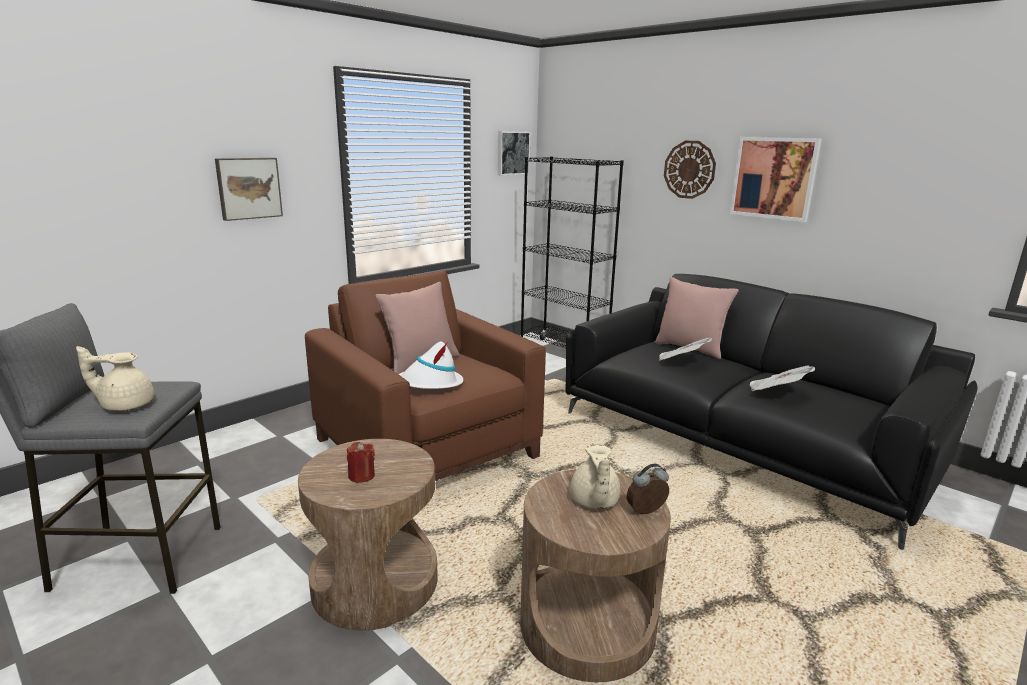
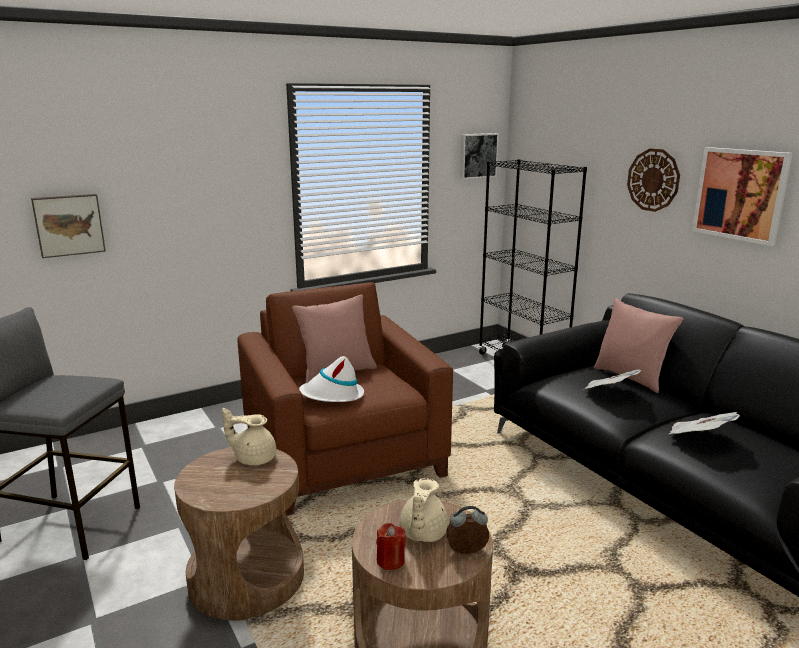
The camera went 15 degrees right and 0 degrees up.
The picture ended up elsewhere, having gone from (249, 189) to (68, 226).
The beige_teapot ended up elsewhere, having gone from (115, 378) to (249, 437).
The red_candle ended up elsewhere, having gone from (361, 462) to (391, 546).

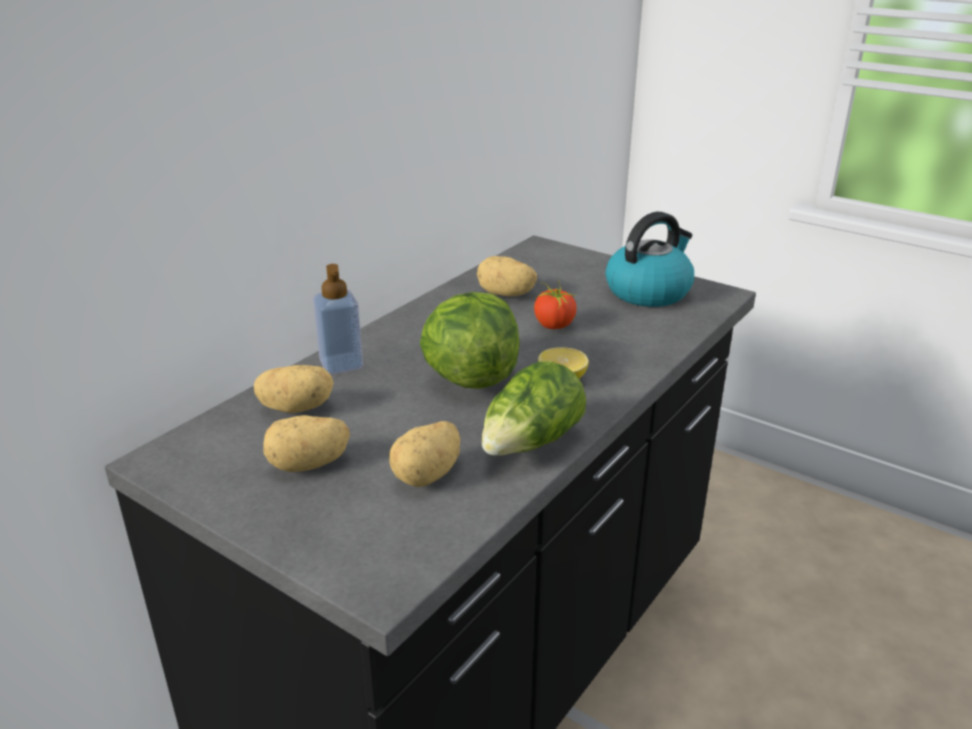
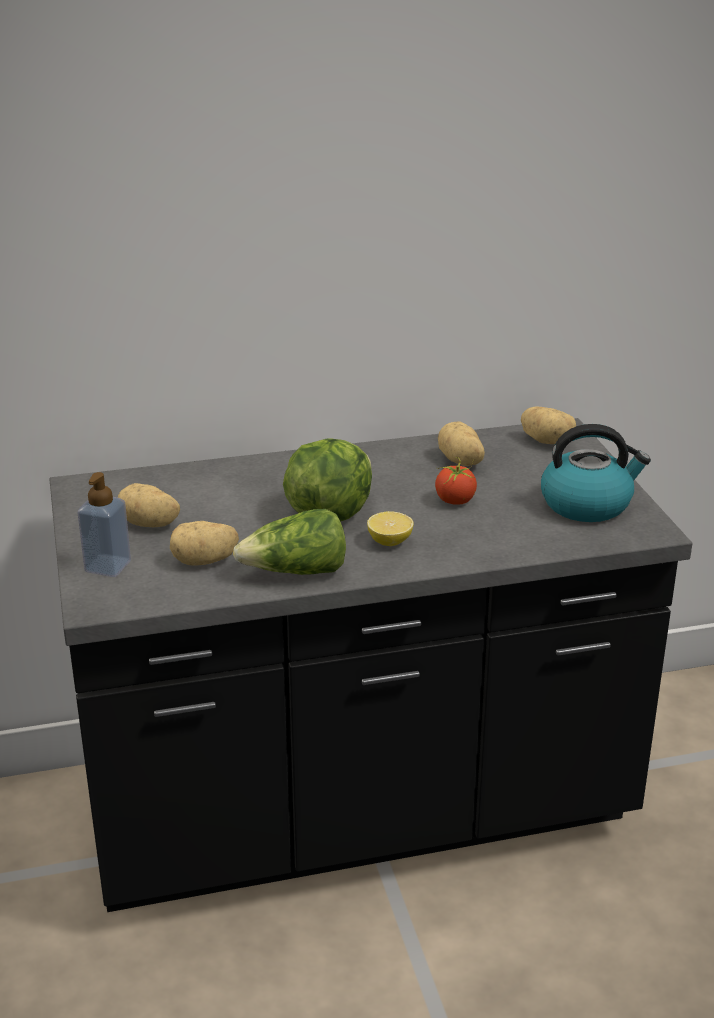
The camera went 40 degrees right and 0 degrees up.
The soap_dispenser ended up elsewhere, having gone from (338, 319) to (104, 524).
The potato ended up elsewhere, having gone from (294, 389) to (548, 425).

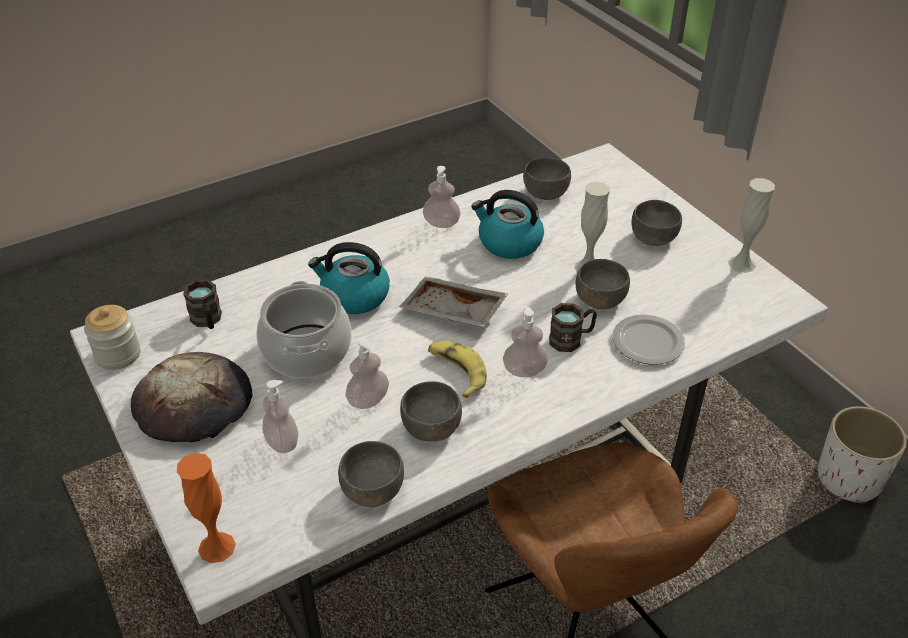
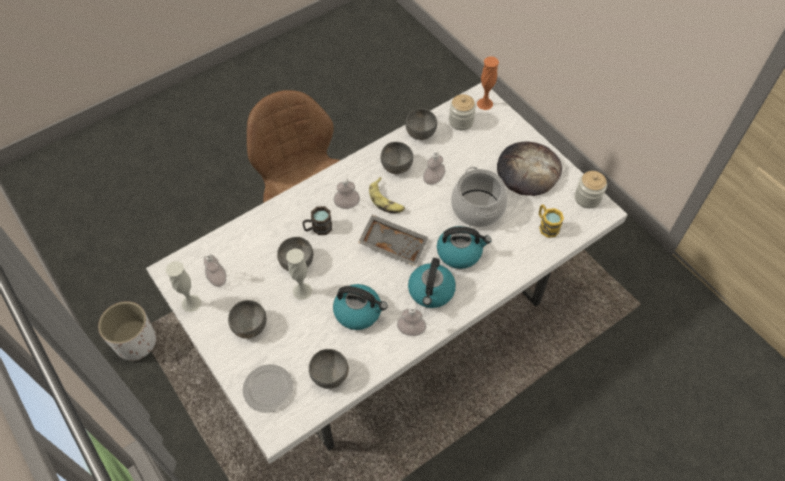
The camera went 175 degrees right and 15 degrees up.
The soap_dispenser ended up elsewhere, having gone from (280, 416) to (214, 269).
The plate ended up elsewhere, having gone from (648, 340) to (268, 388).
The second view gained the kettle at (432, 283).
The second view gained the jar at (462, 112).
What was the brown_mug at (202, 304) turned into the yellow_mug at (551, 221).

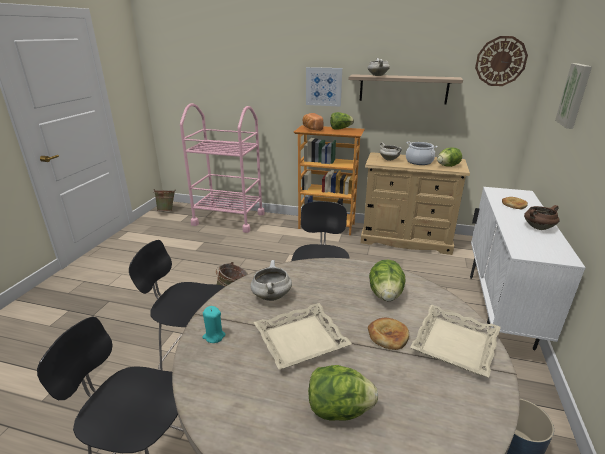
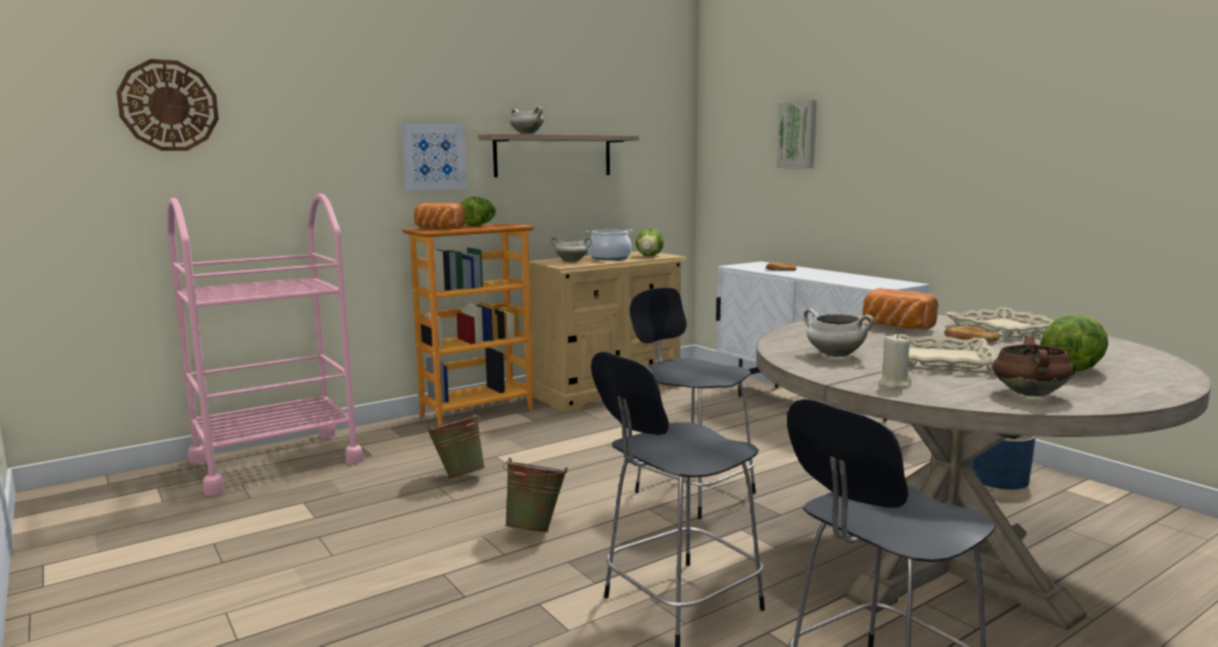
The camera went 50 degrees left and 15 degrees down.
The wall_clock ended up elsewhere, having gone from (501, 61) to (167, 105).
The green_bucket ended up elsewhere, having gone from (164, 200) to (456, 446).
Where the lettuce stood at (387, 280), the bread came to stand at (900, 308).
What was the turquoise_candle at (214, 324) turned into the beige_candle at (895, 361).
The brown_cooking_pot ended up elsewhere, having gone from (542, 217) to (1033, 366).

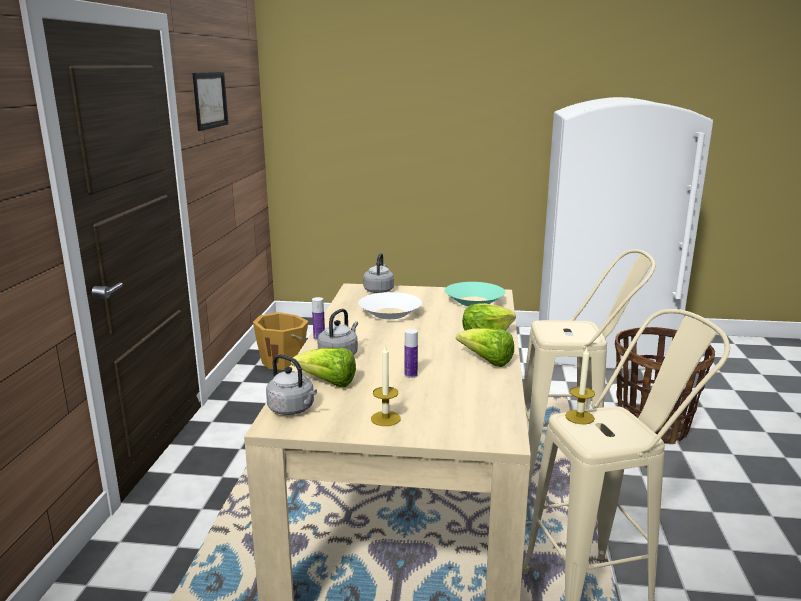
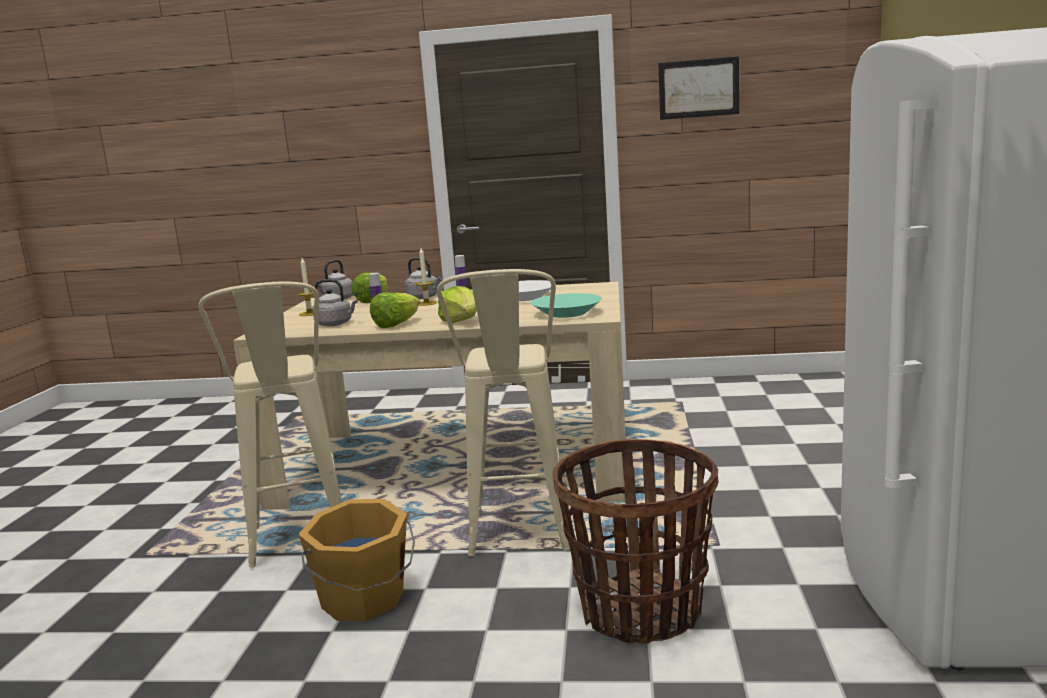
The camera went 90 degrees right and 5 degrees down.
The orange_bucket ended up elsewhere, having gone from (280, 341) to (356, 560).
The grey_kettle ended up elsewhere, having gone from (378, 273) to (335, 302).
The candle ended up elsewhere, having gone from (580, 386) to (426, 277).

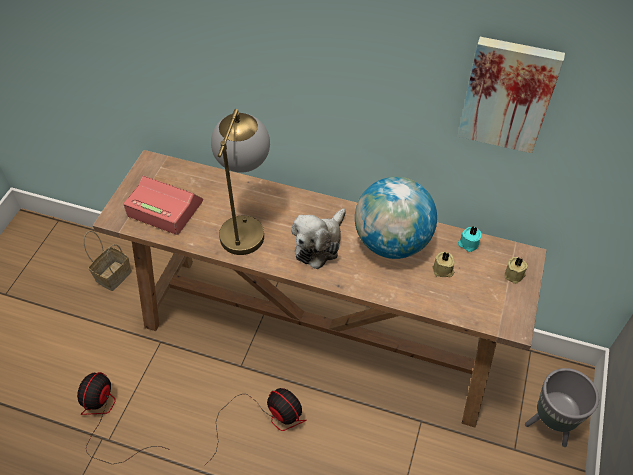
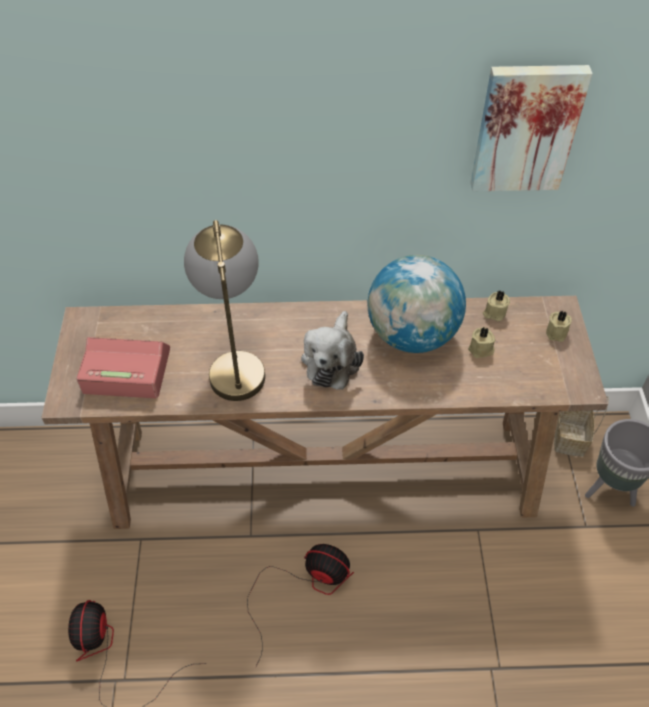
The camera went 20 degrees left and 0 degrees up.
What was the turquoise_candle at (470, 239) turned into the beige_candle at (496, 305).
The basket ended up elsewhere, having gone from (108, 261) to (581, 426).

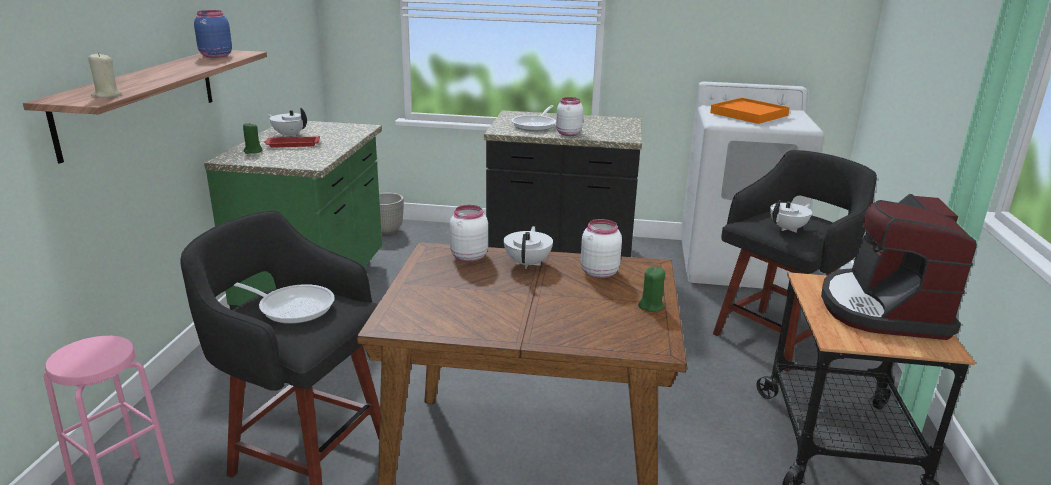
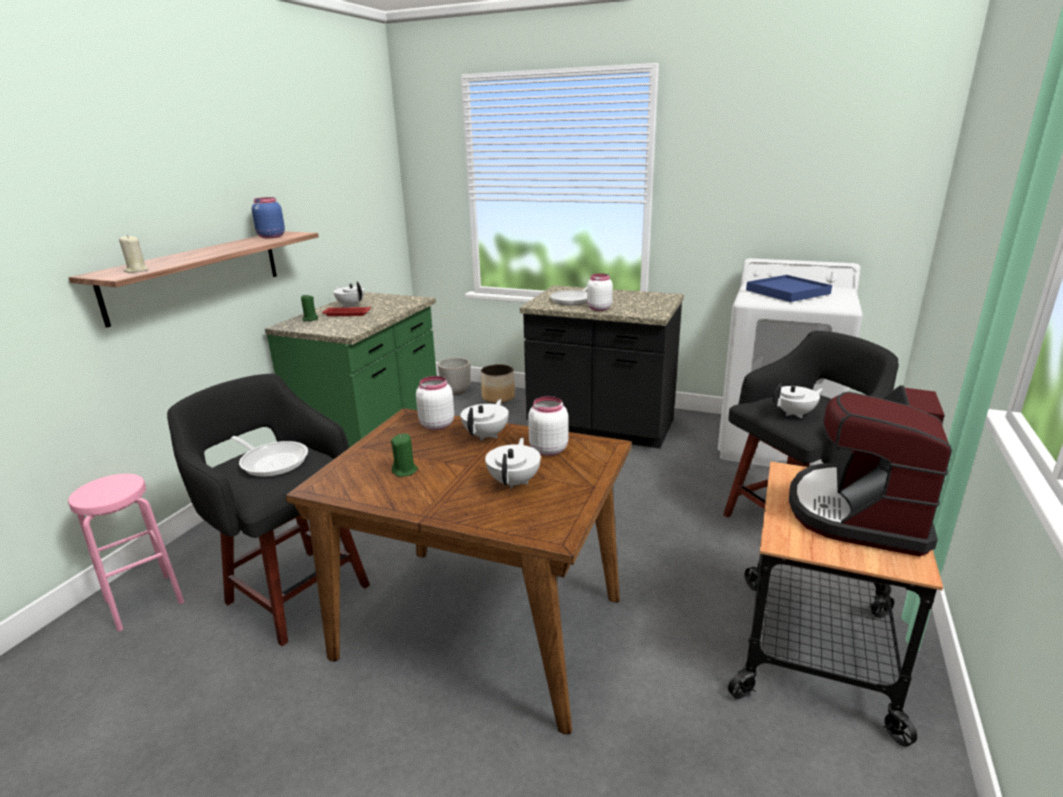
The camera went 15 degrees right and 0 degrees up.
The green_candle ended up elsewhere, having gone from (651, 289) to (404, 455).
The second view gained the planter at (498, 383).
The second view gained the white_teapot at (513, 463).
What was the orange_tray at (750, 111) turned into the blue_tray at (789, 288).

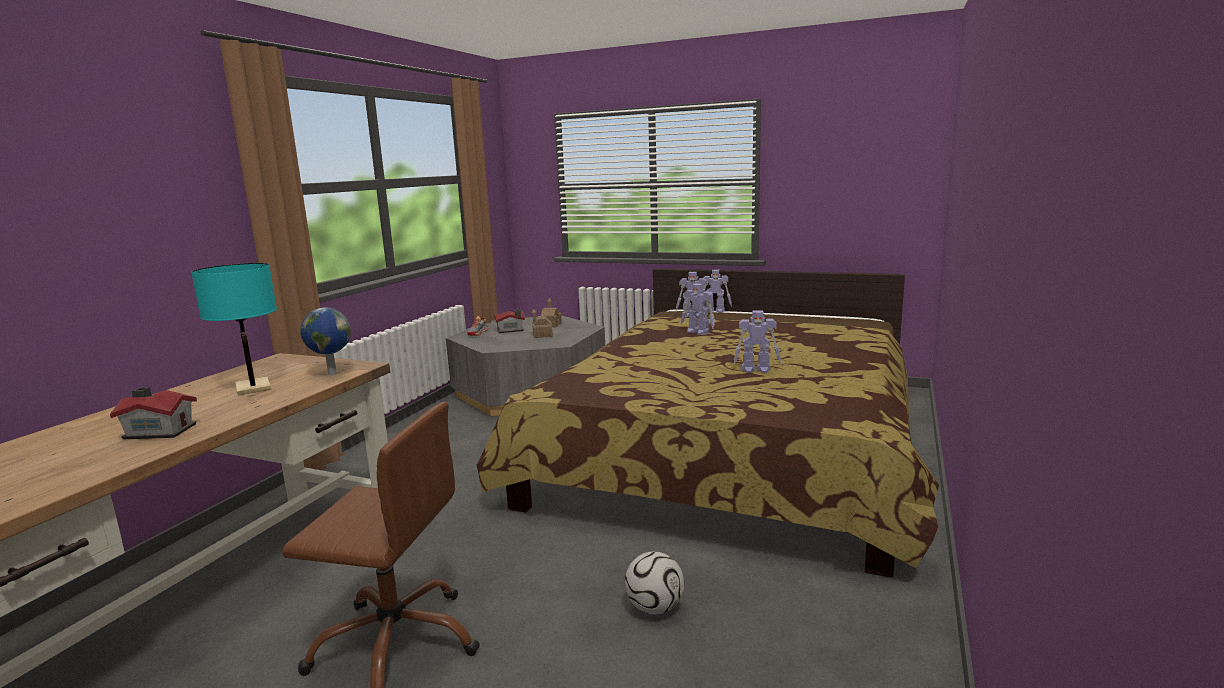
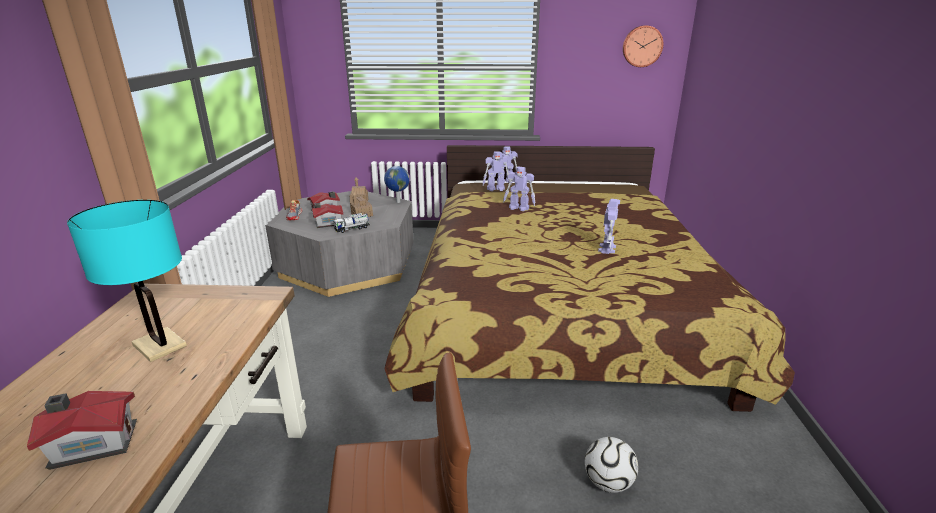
The camera went 20 degrees left and 10 degrees up.
The second view gained the toy_house at (327, 215).
The second view gained the toy_truck at (351, 223).
The globe ended up elsewhere, having gone from (326, 341) to (397, 184).
The toy_robot at (757, 341) ended up facing another way, 60 degrees counterclockwise from before.
The second view gained the wall_clock at (643, 46).

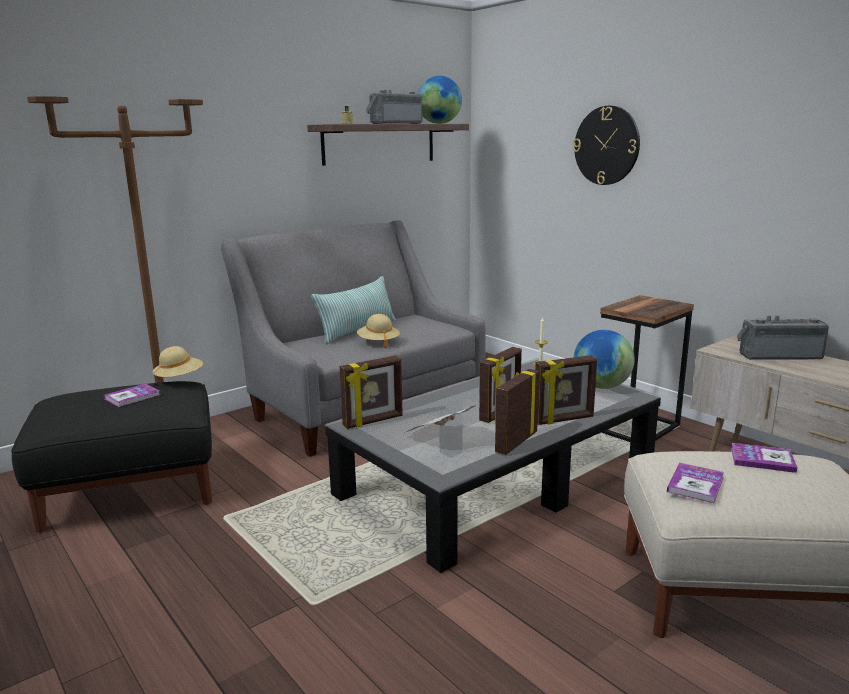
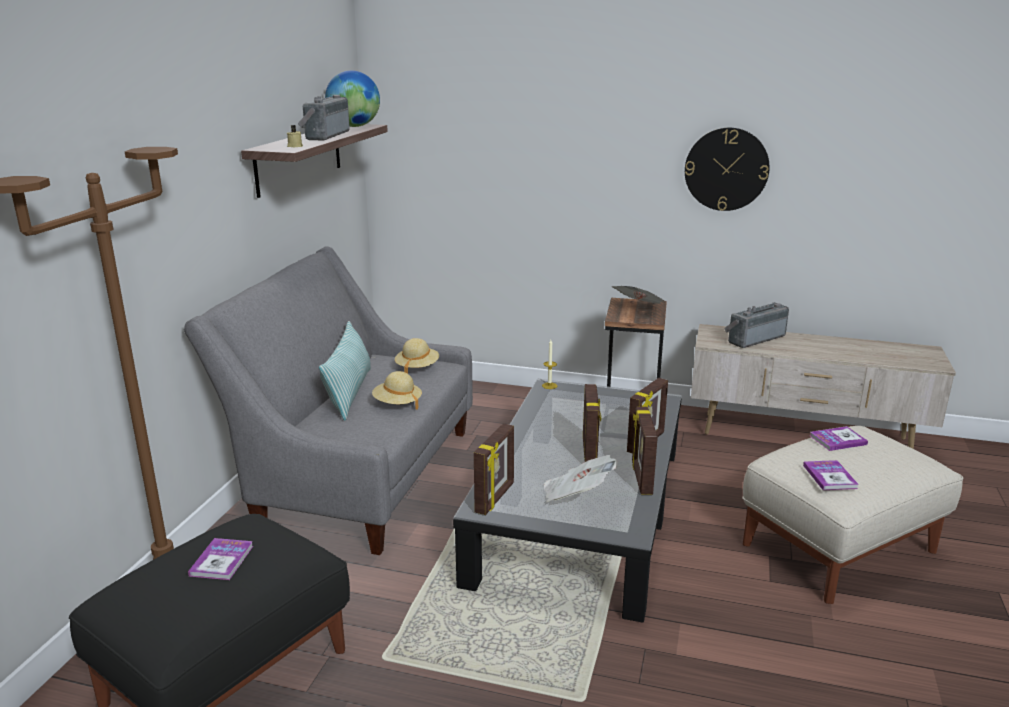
The camera went 35 degrees left and 5 degrees up.
The beige_hat ended up elsewhere, having gone from (178, 363) to (417, 356).
The second view gained the newspaper at (638, 295).
The wall_clock ended up elsewhere, having gone from (606, 145) to (727, 169).
The second view lost the globe at (604, 359).

